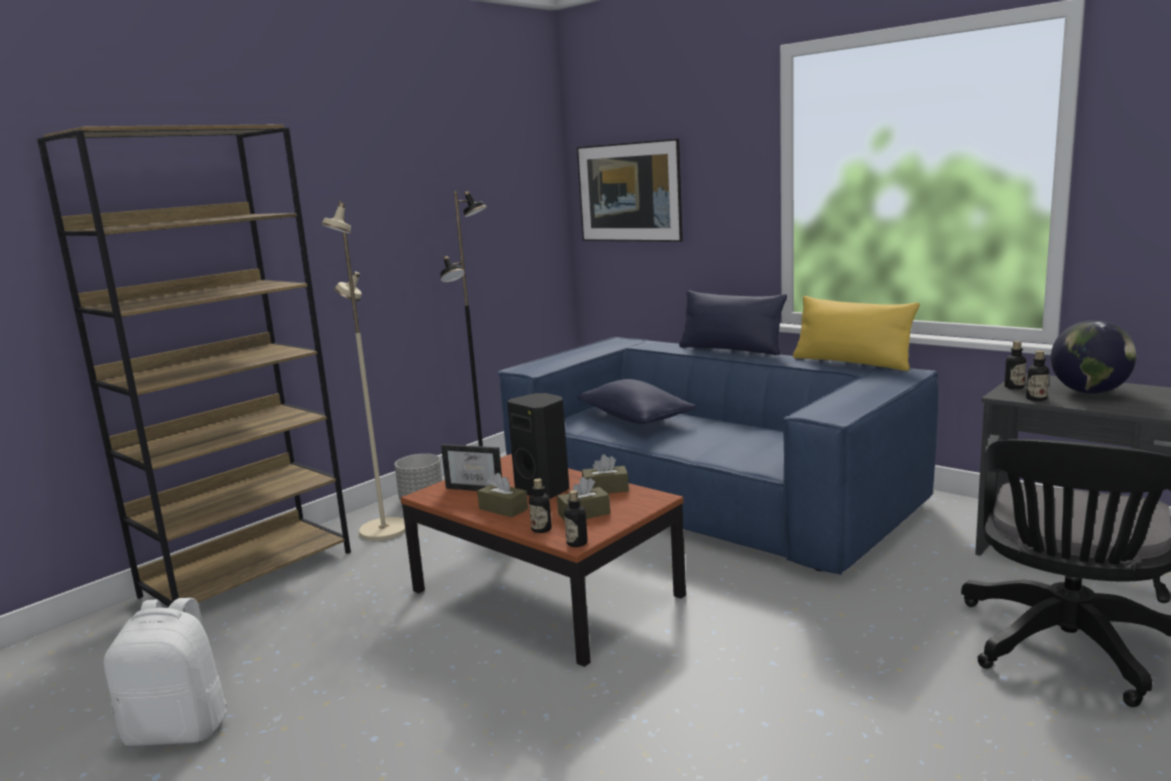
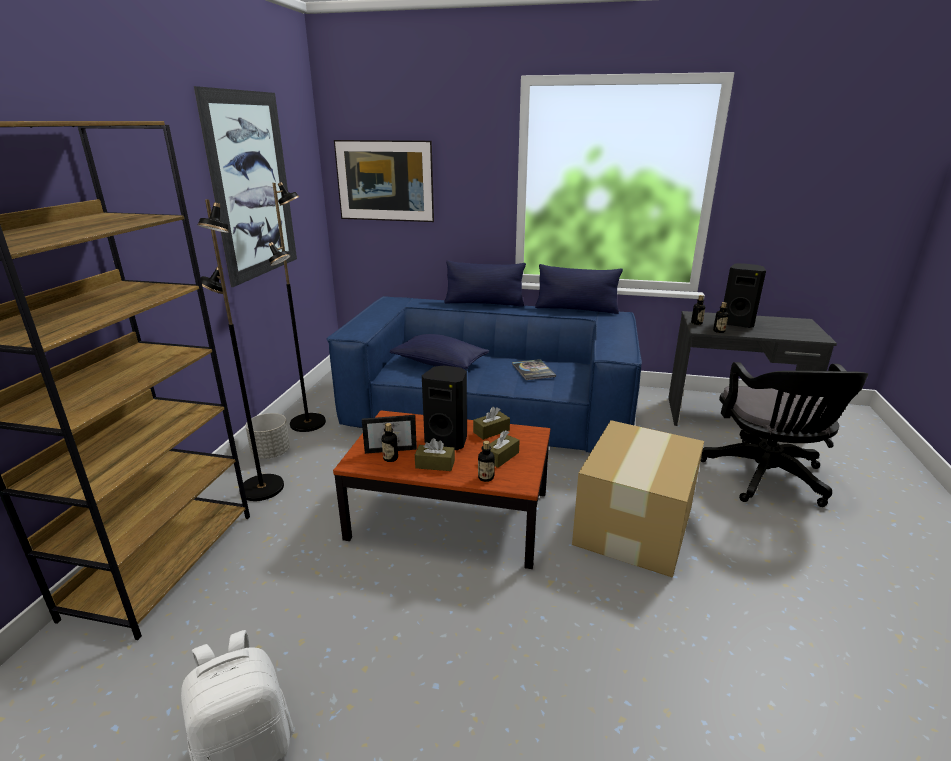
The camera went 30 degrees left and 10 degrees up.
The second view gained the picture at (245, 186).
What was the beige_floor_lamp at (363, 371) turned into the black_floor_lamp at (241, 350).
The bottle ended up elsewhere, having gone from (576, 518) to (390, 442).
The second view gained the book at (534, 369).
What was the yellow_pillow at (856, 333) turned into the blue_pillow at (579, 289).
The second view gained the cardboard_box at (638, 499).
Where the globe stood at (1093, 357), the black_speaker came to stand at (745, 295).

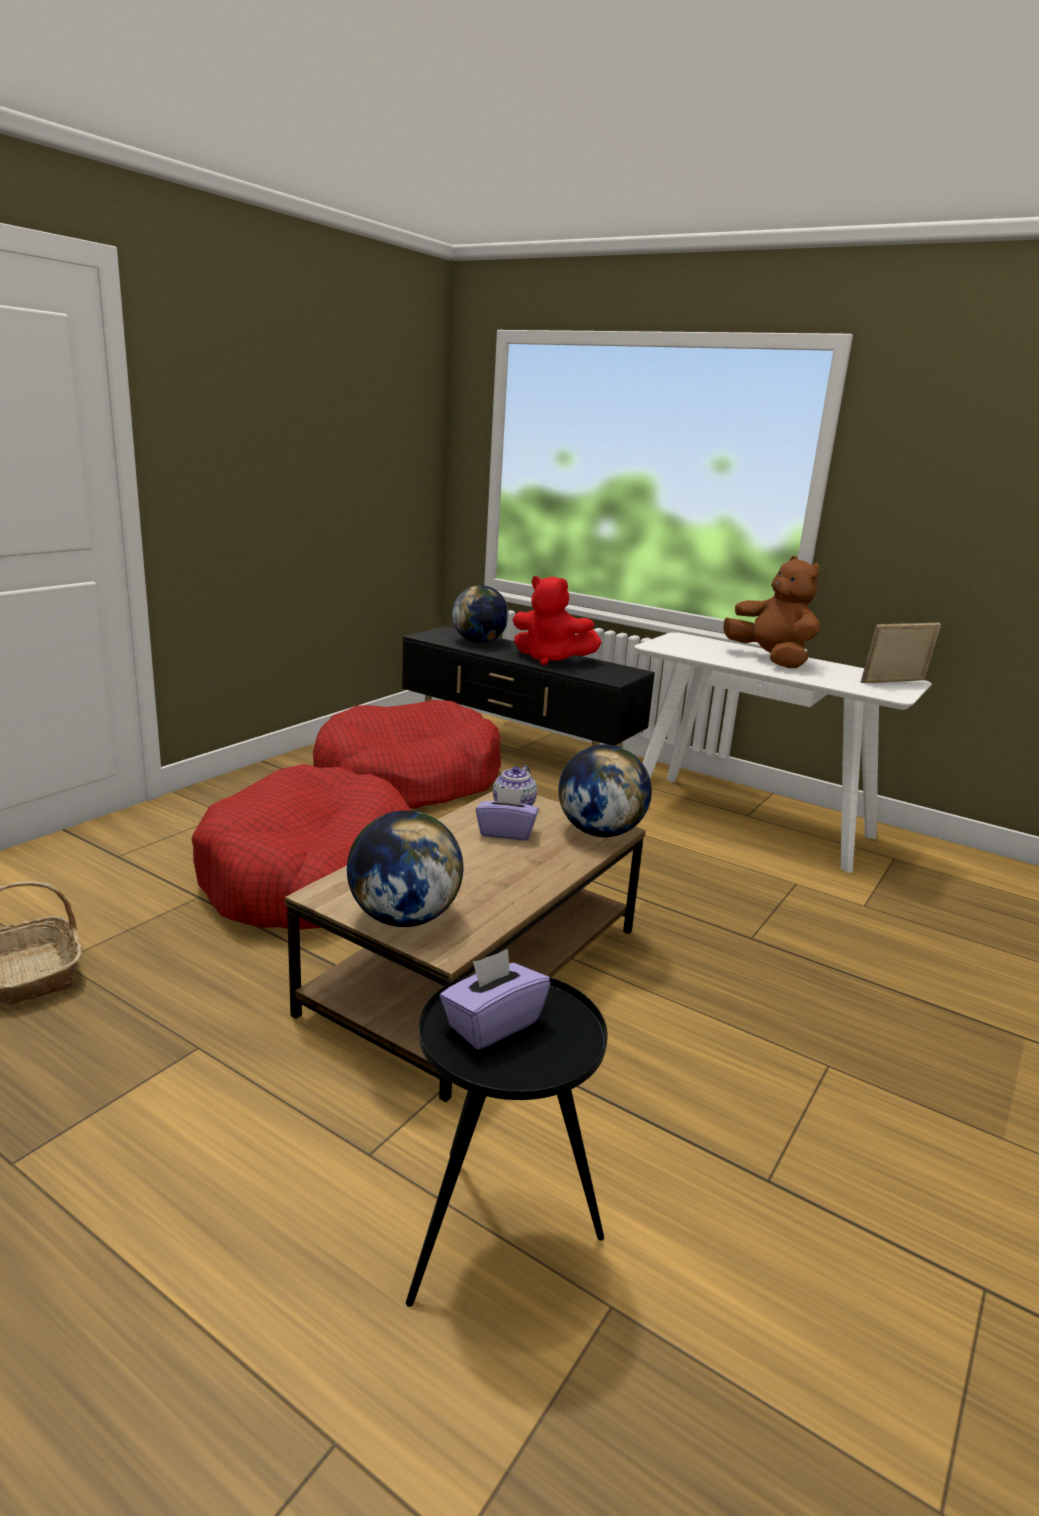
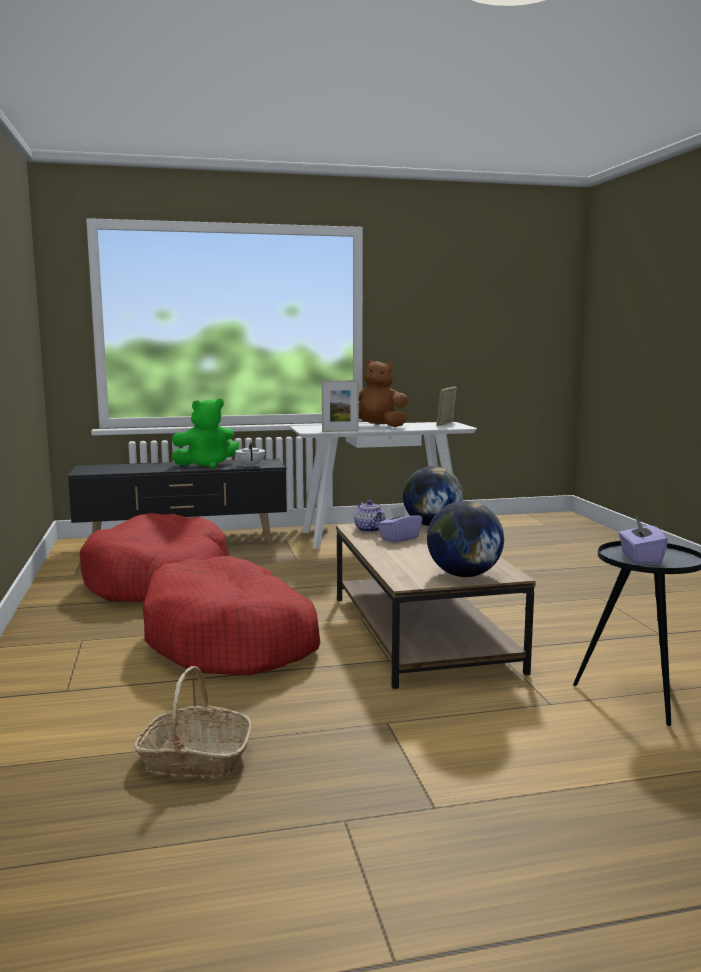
The camera went 45 degrees left and 10 degrees down.
What was the red_plush_toy at (557, 621) turned into the green_plush_toy at (205, 433).
The second view gained the white_teapot at (250, 454).
The second view gained the picture_frame at (340, 406).
The second view lost the globe at (480, 614).

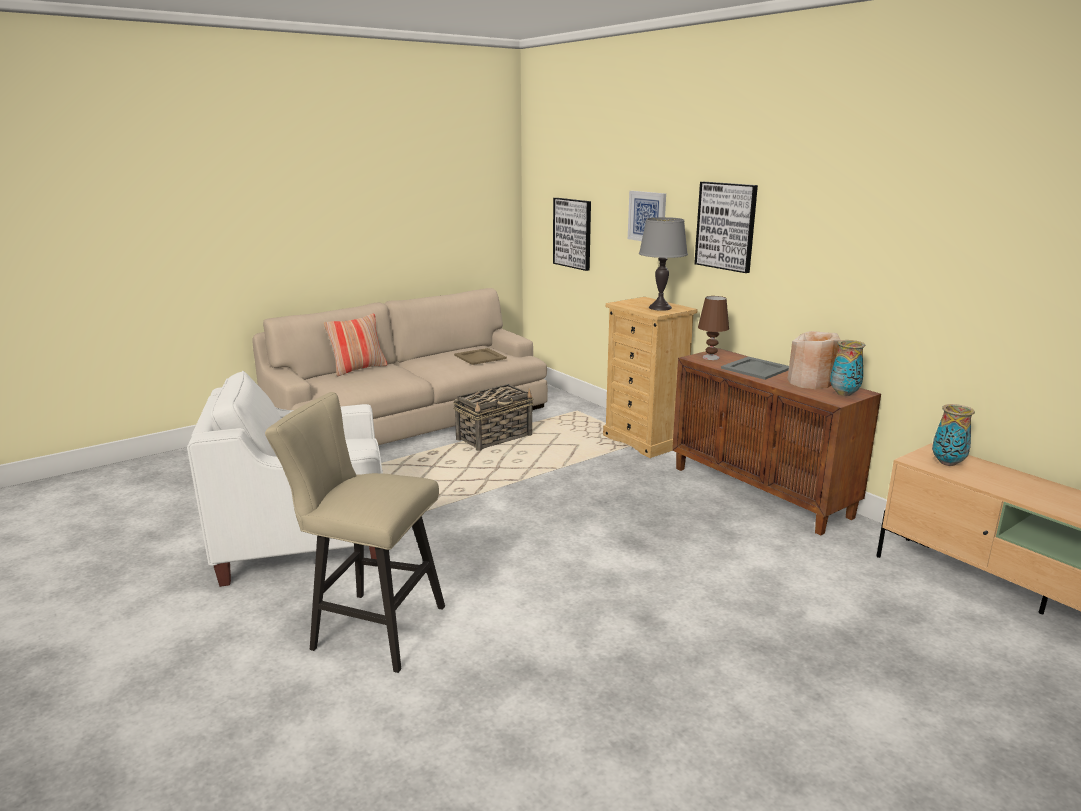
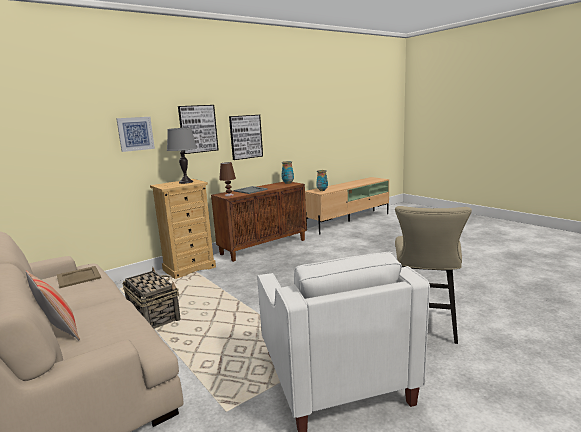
The camera went 90 degrees left and 5 degrees down.
The picture ended up elsewhere, having gone from (572, 234) to (246, 137).
The second view lost the beige_vase at (813, 360).

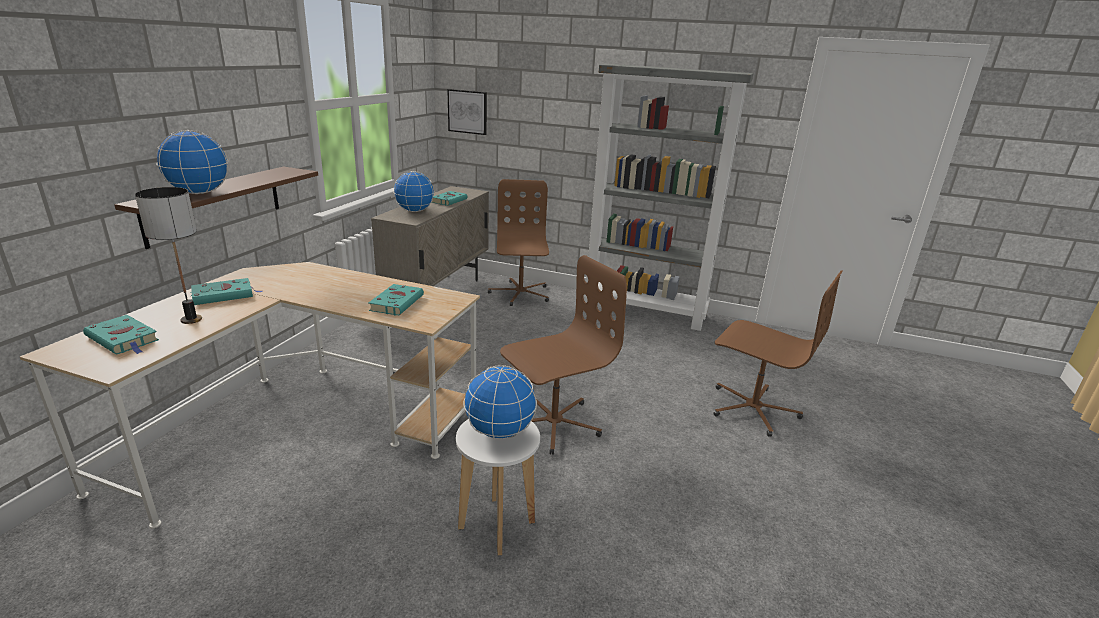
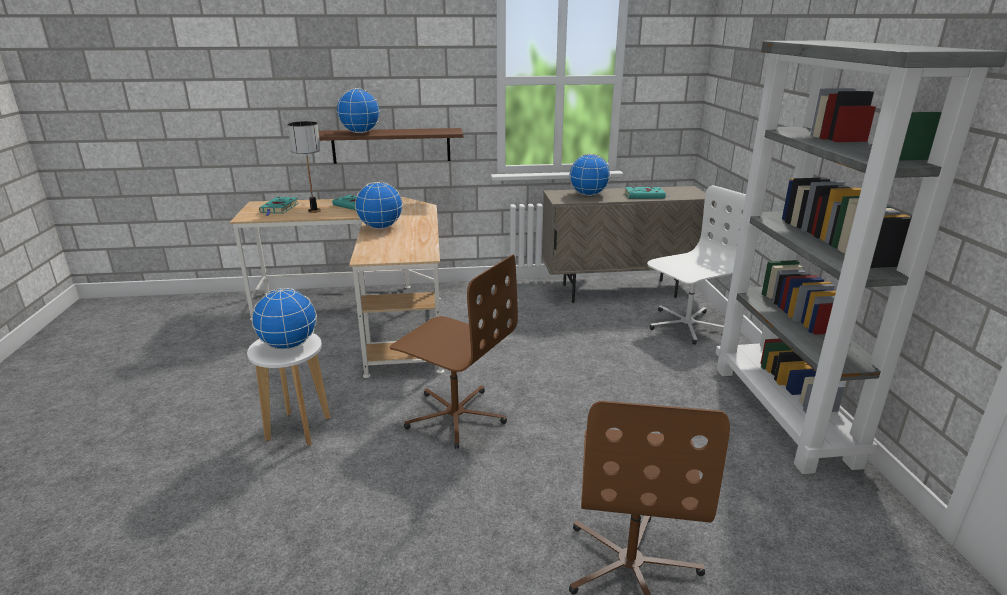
The camera went 65 degrees right and 0 degrees up.
The second view gained the globe at (379, 205).
What was the brown_office_chair at (518, 242) turned into the white_office_chair at (696, 265).
The second view lost the turquoise_book at (396, 300).
The second view lost the picture at (467, 112).

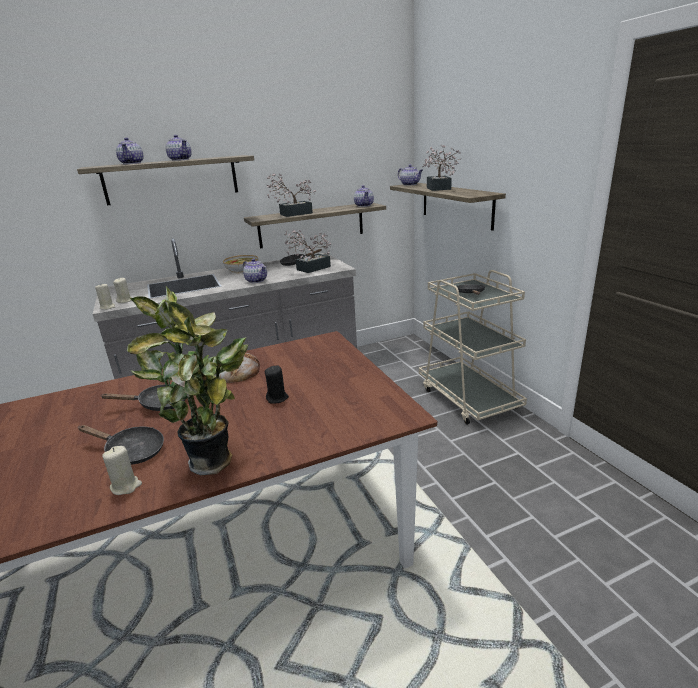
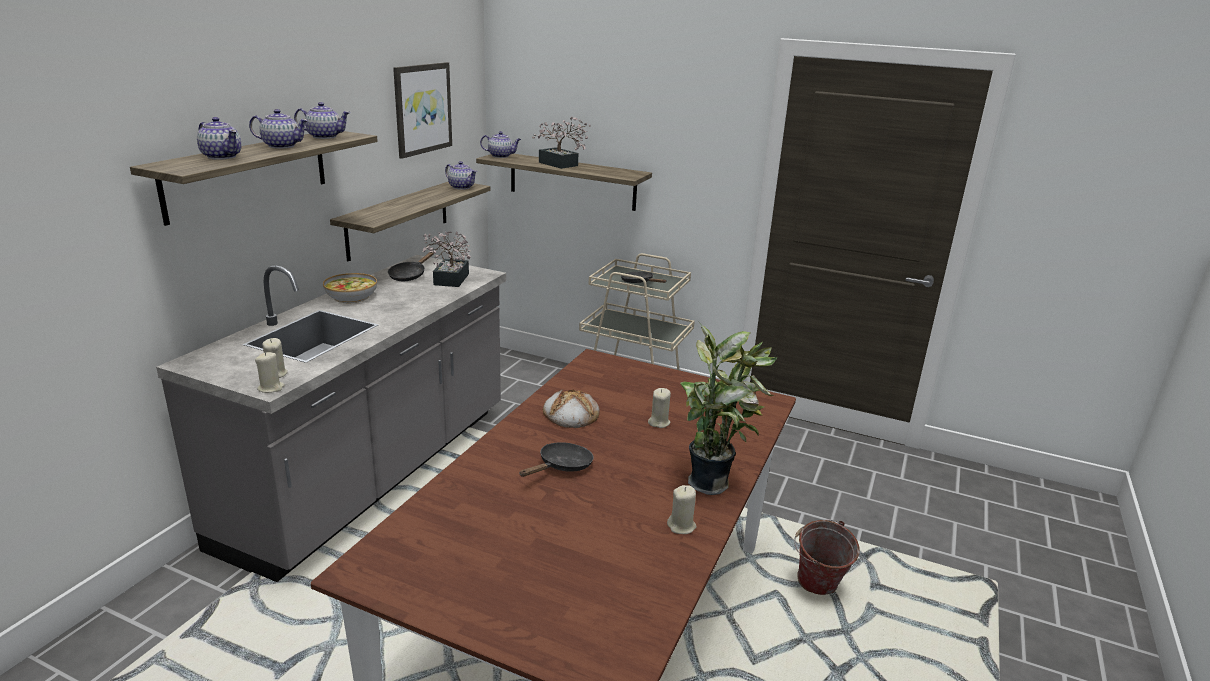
The camera went 45 degrees left and 0 degrees up.
The teapot ended up elsewhere, having gone from (255, 271) to (322, 120).
The second view gained the picture at (422, 110).
What was the black_candle at (277, 384) turned into the beige_candle at (659, 408).
The second view gained the bucket at (827, 557).
The second view lost the black_frying_pan at (121, 445).
The second view lost the potted_plant at (291, 195).

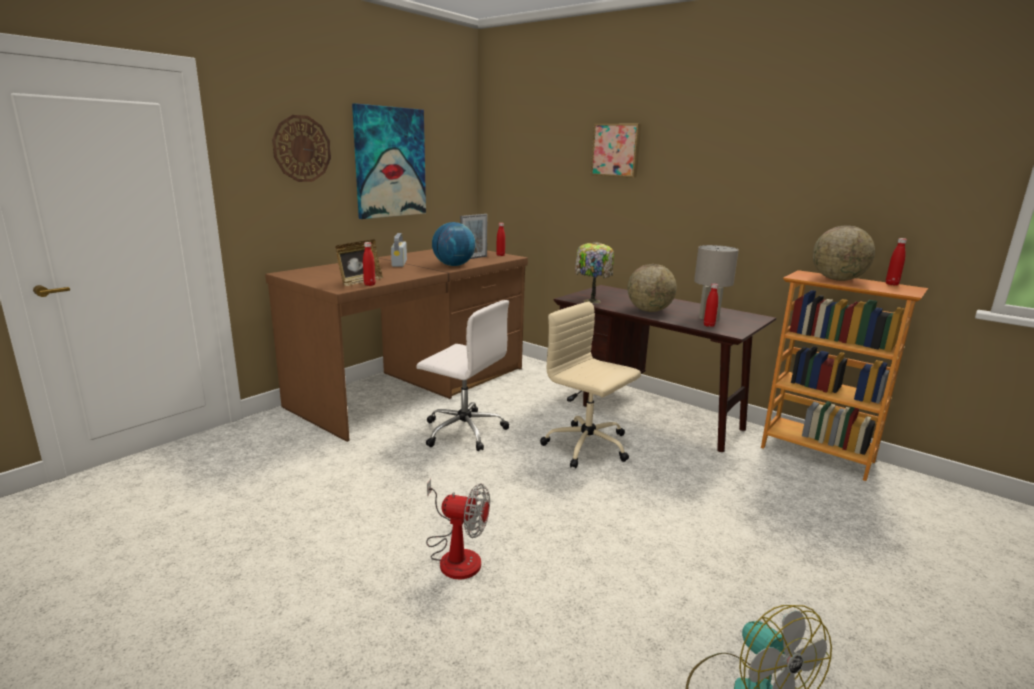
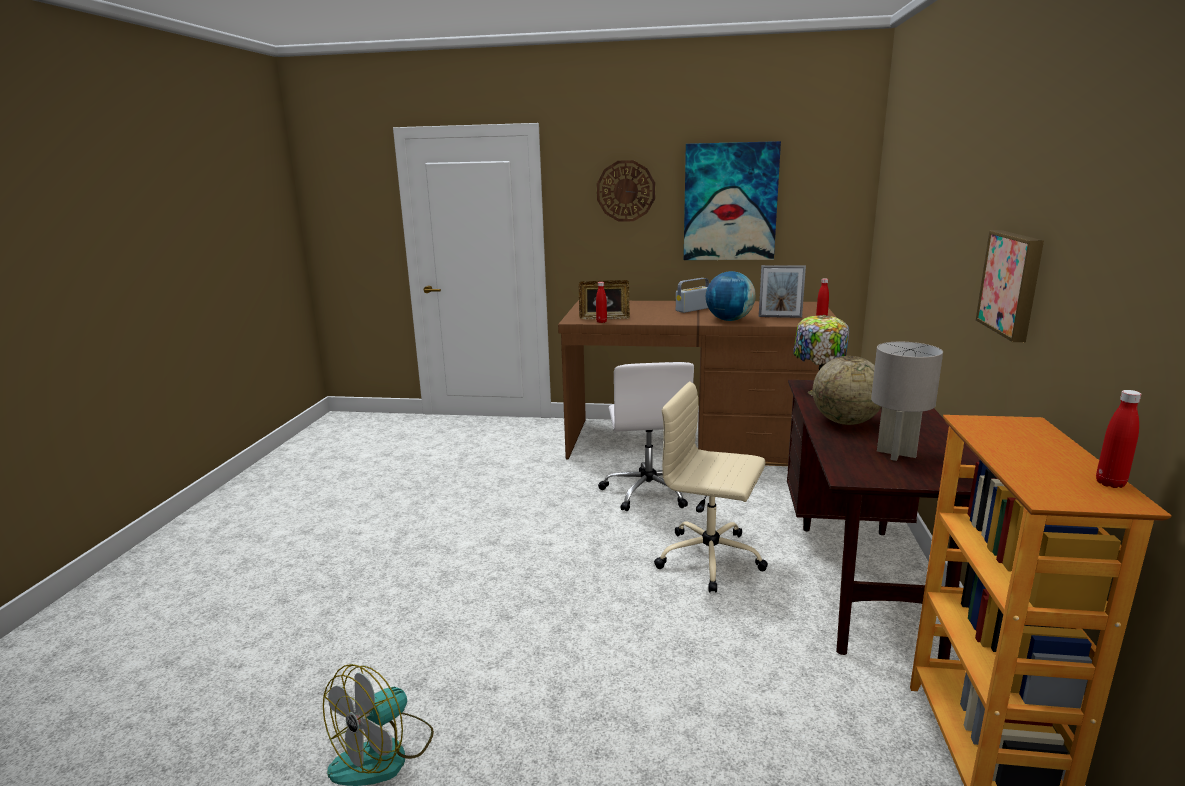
The camera went 60 degrees right and 0 degrees up.
The beige_office_chair at (590, 385) ended up facing another way, 75 degrees counterclockwise from before.
The picture ended up elsewhere, having gone from (616, 151) to (1010, 286).
The second view lost the fan at (458, 529).
The second view lost the red_bottle at (711, 305).
The second view lost the globe at (844, 253).

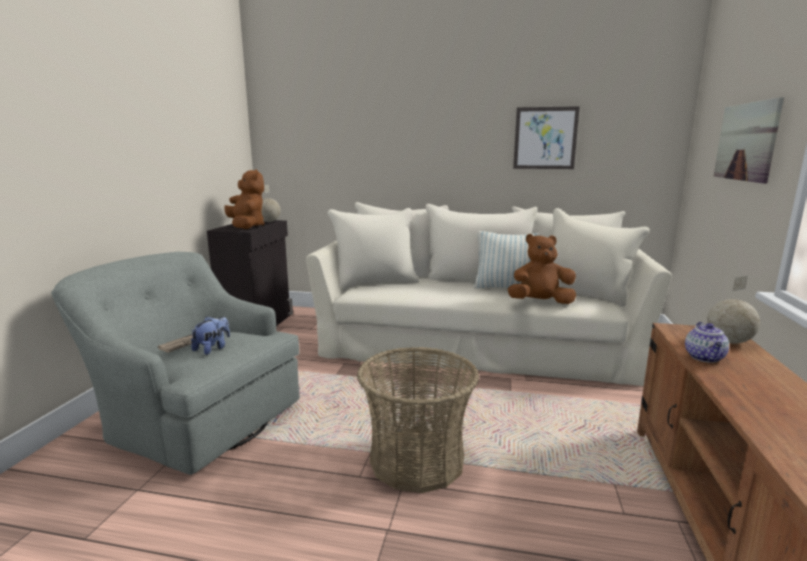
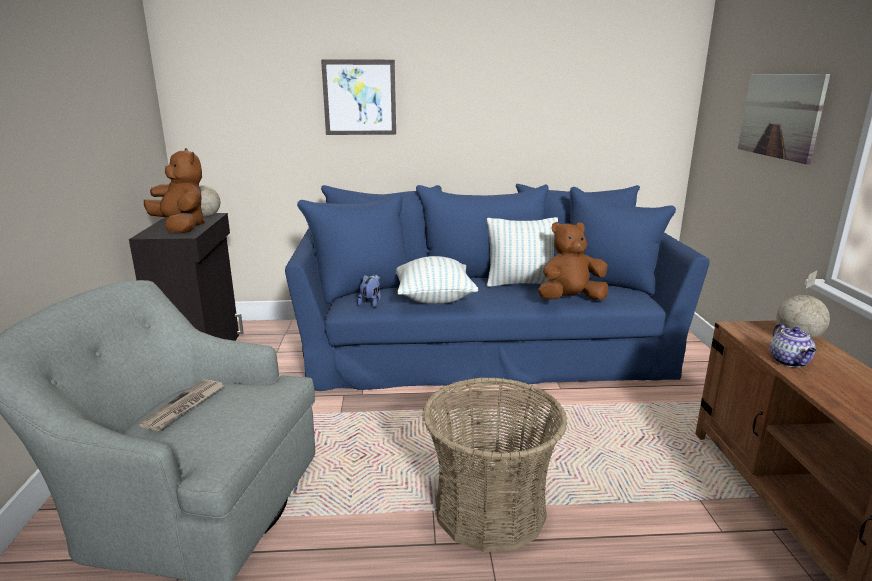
The camera went 15 degrees left and 5 degrees up.
What was the beige_sofa at (489, 294) turned into the blue_sofa at (497, 287).
The picture ended up elsewhere, having gone from (546, 137) to (358, 97).
The plush_toy ended up elsewhere, having gone from (210, 335) to (369, 291).
The second view gained the pillow at (437, 280).

